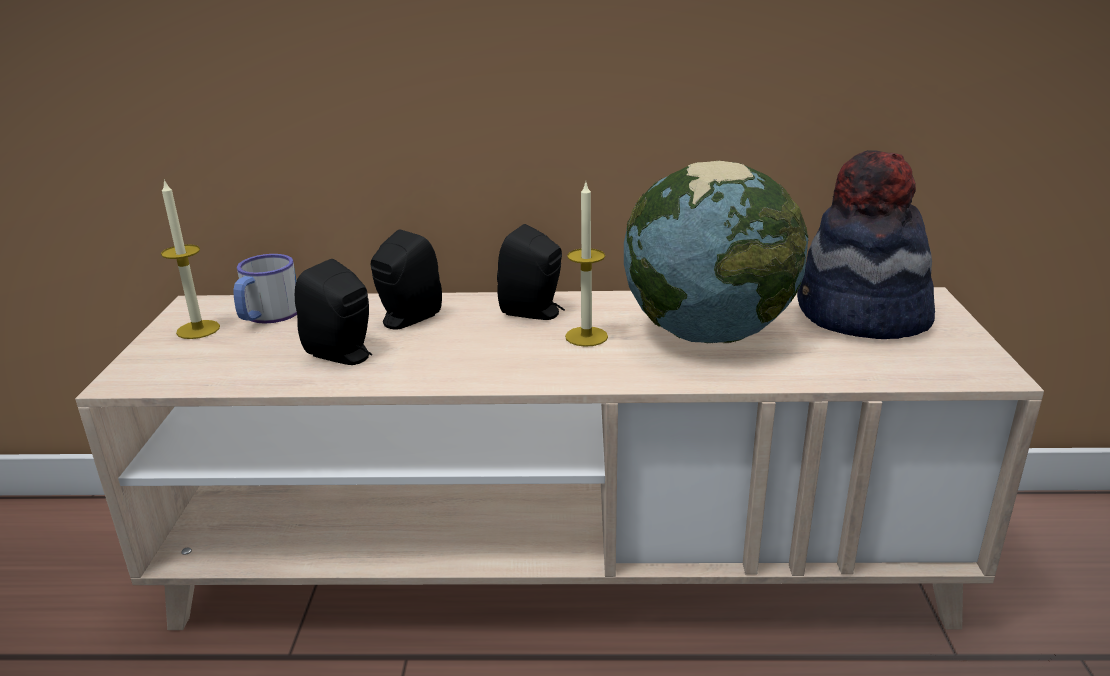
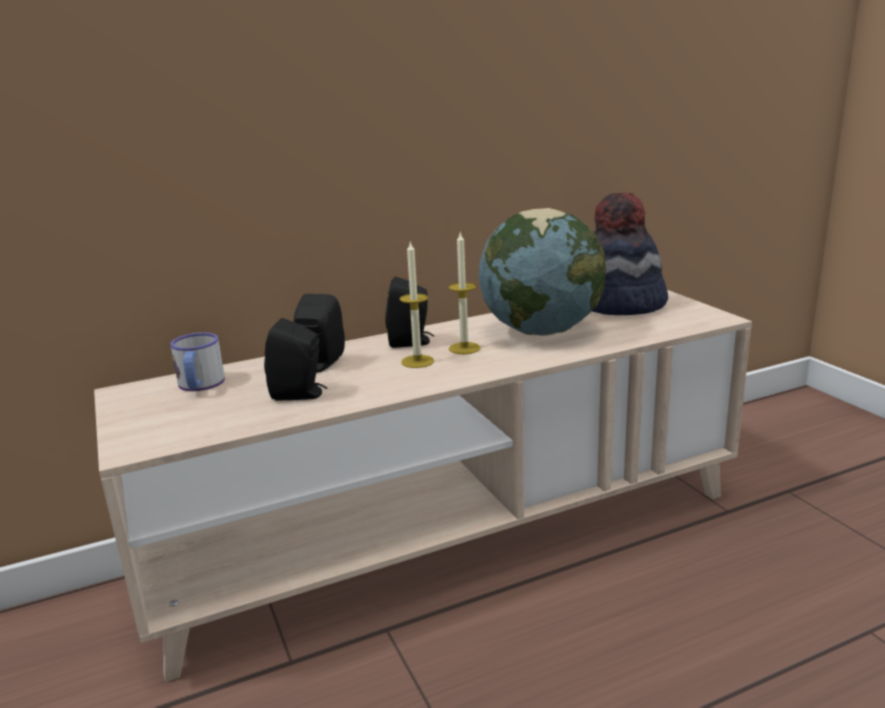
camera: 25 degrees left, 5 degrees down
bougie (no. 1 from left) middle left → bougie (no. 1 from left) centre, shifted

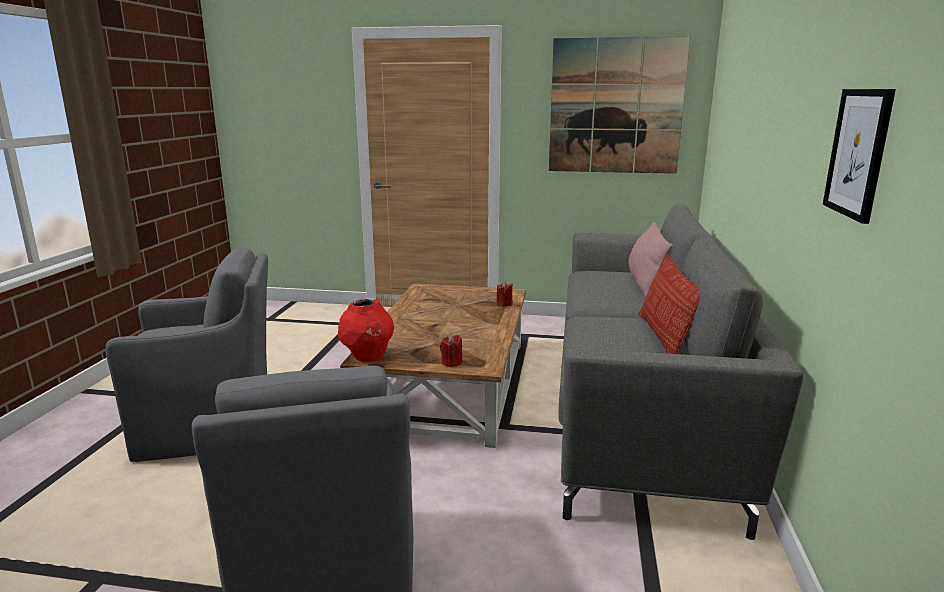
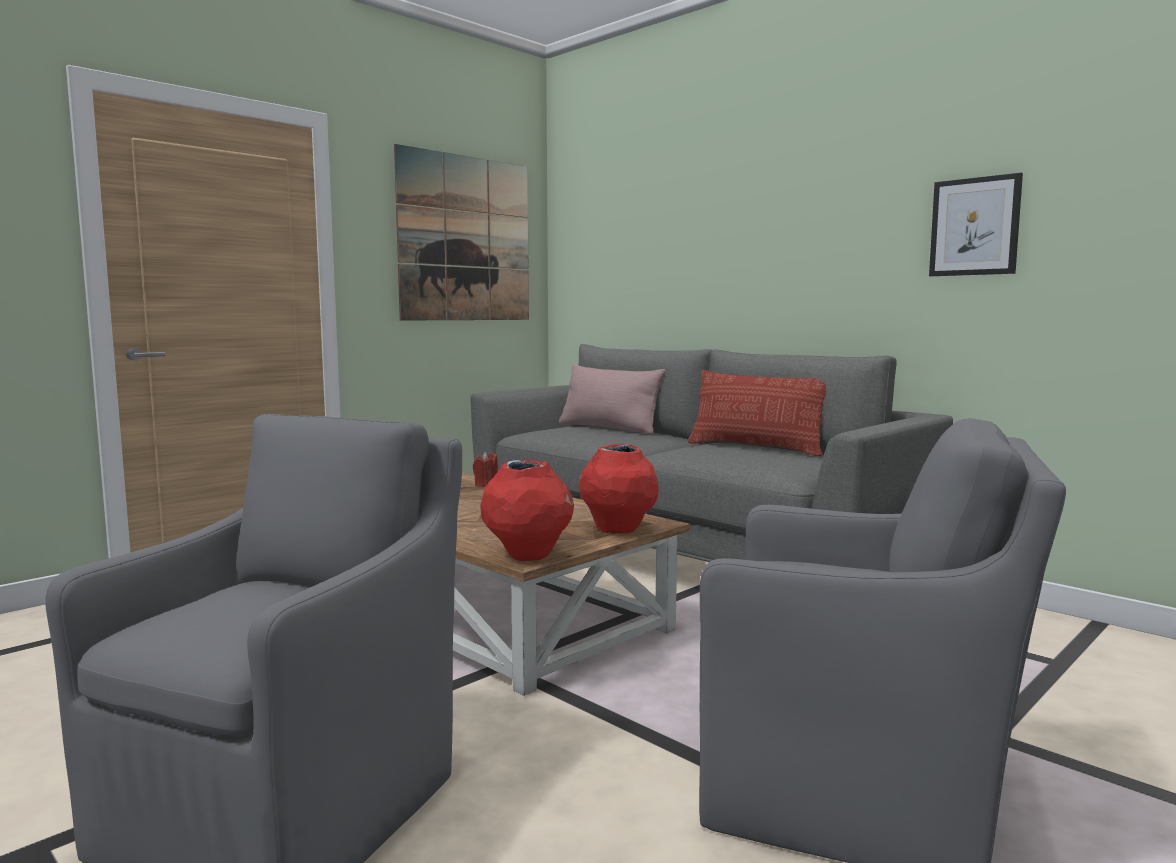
camera: 55 degrees left, 10 degrees down
bougie (rouge) (no. 1 from left) centre → vase (rouge) (no. 2 from left) centre

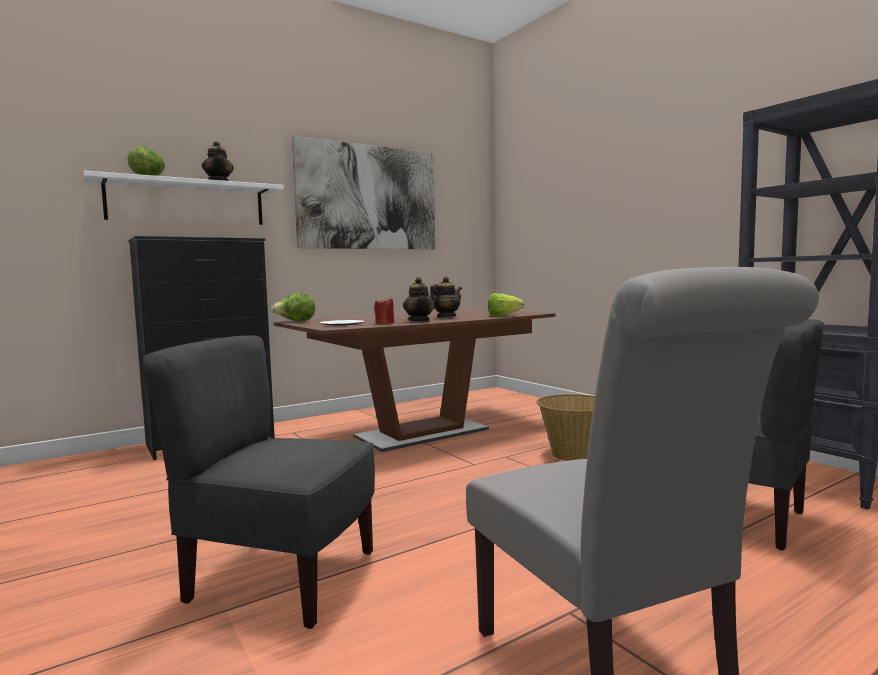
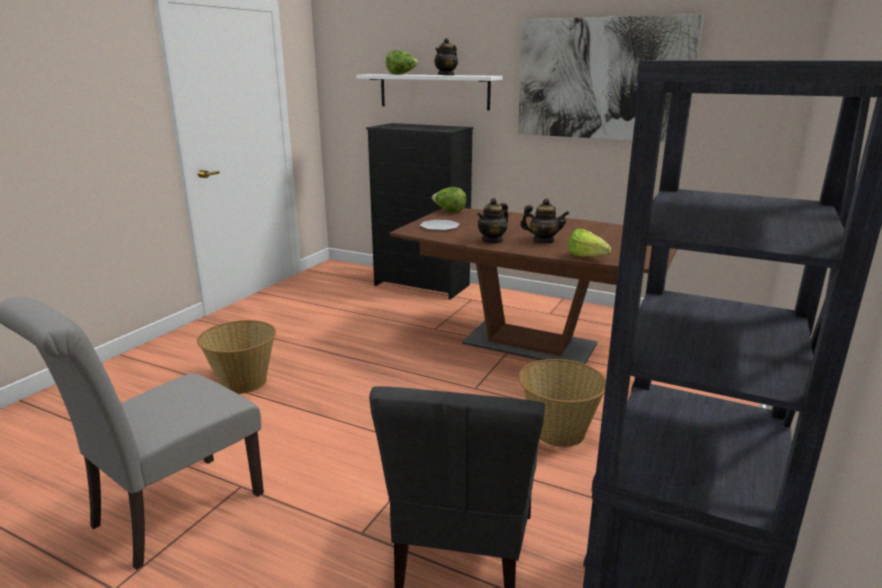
camera: 60 degrees right, 15 degrees up
bougie (rouge) centre → -
chaise (gris) (no. 1 from left) bottom left → panier (no. 1 from left) middle left

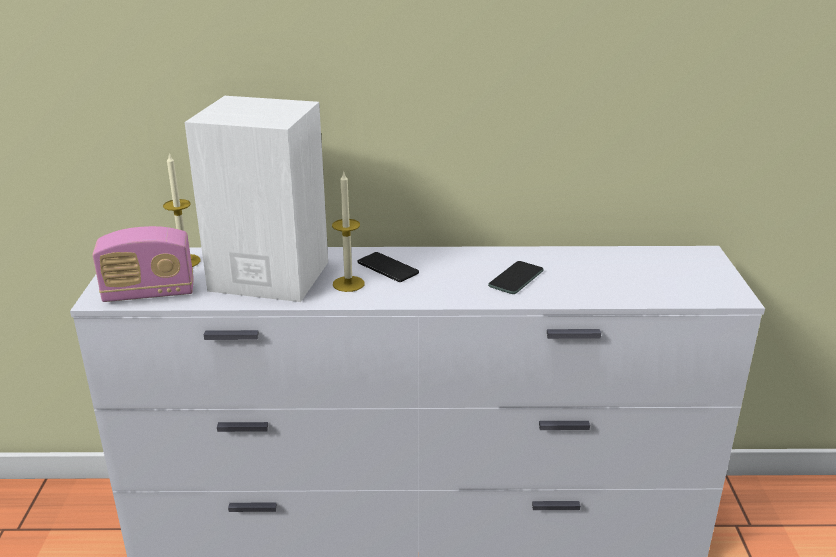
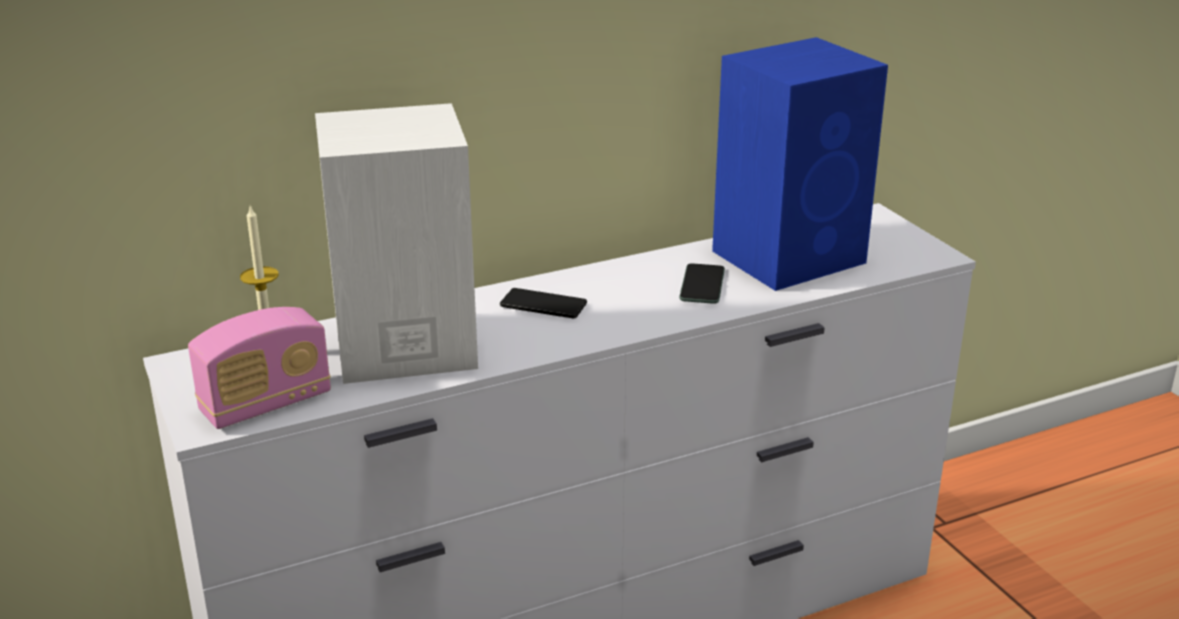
camera: 25 degrees left, 0 degrees up
bougie (no. 2 from left) centre → -
- → enceinte (bleu) top right

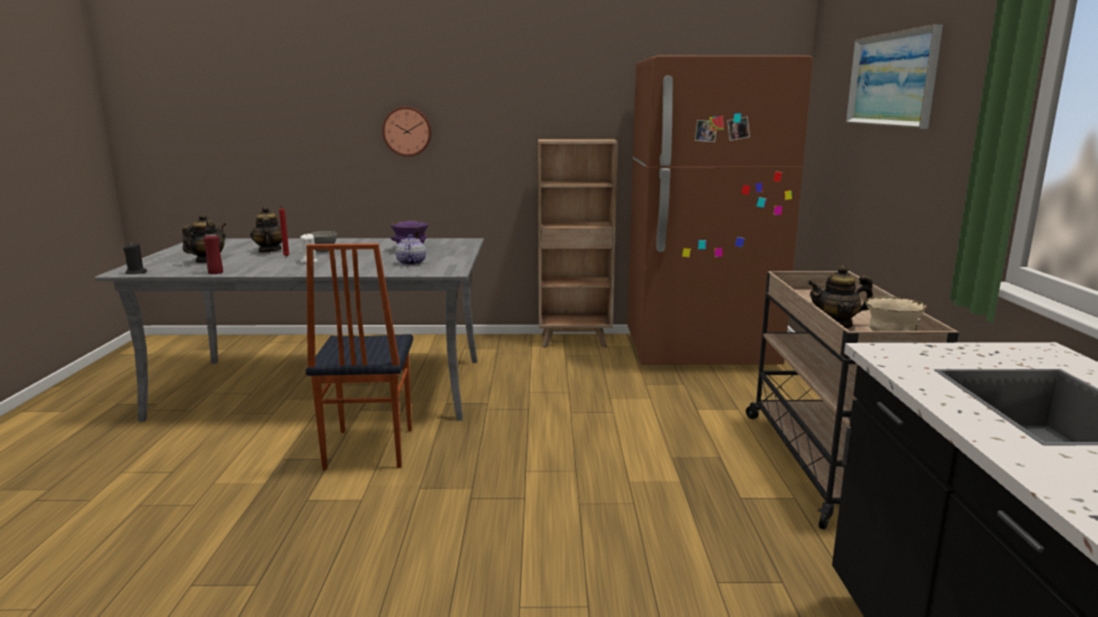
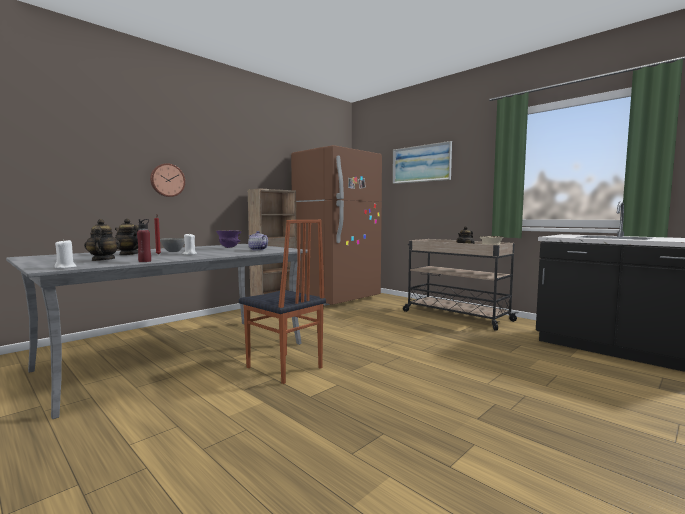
camera: 45 degrees left, 10 degrees down
bougie (noir) middle left → bougie (blanc) (no. 1 from left) middle left

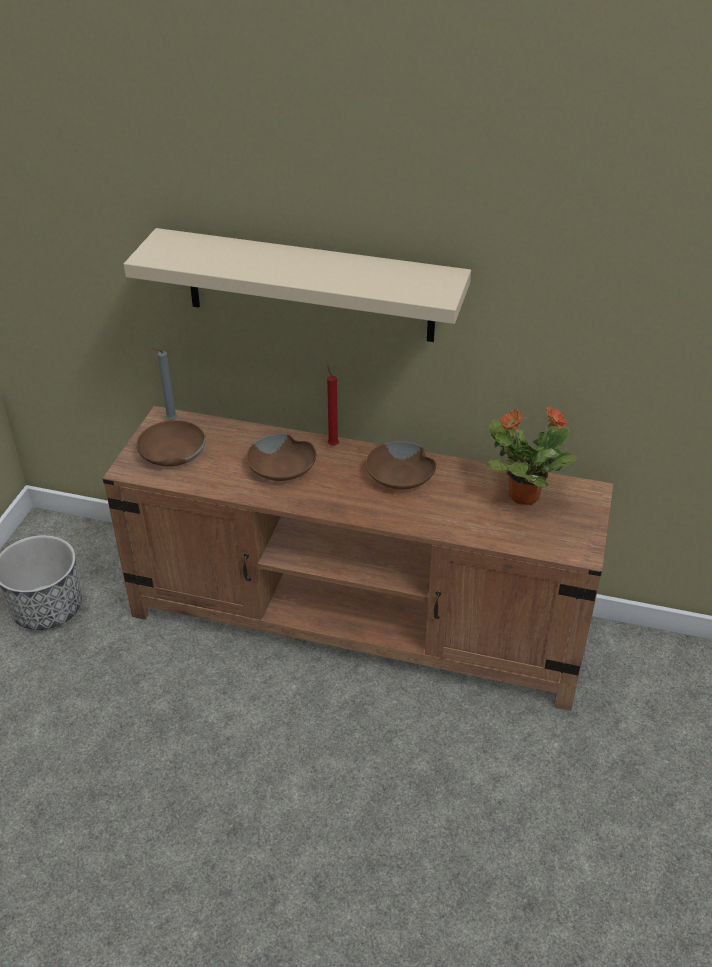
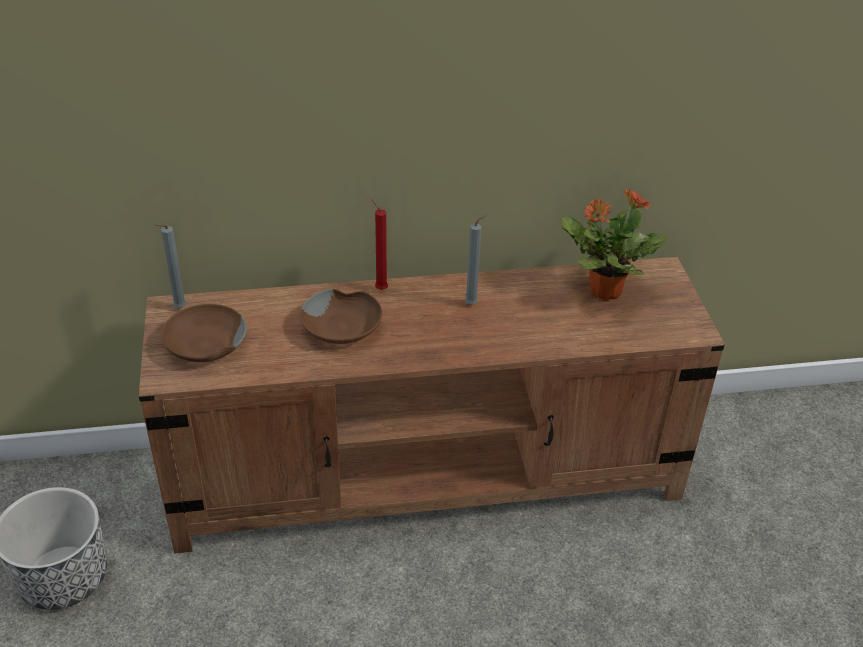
camera: 25 degrees left, 0 degrees up
étagère (beige) top centre → -
bol (marron) (no. 3 from left) centre → bougie (gris) (no. 2 from left) centre

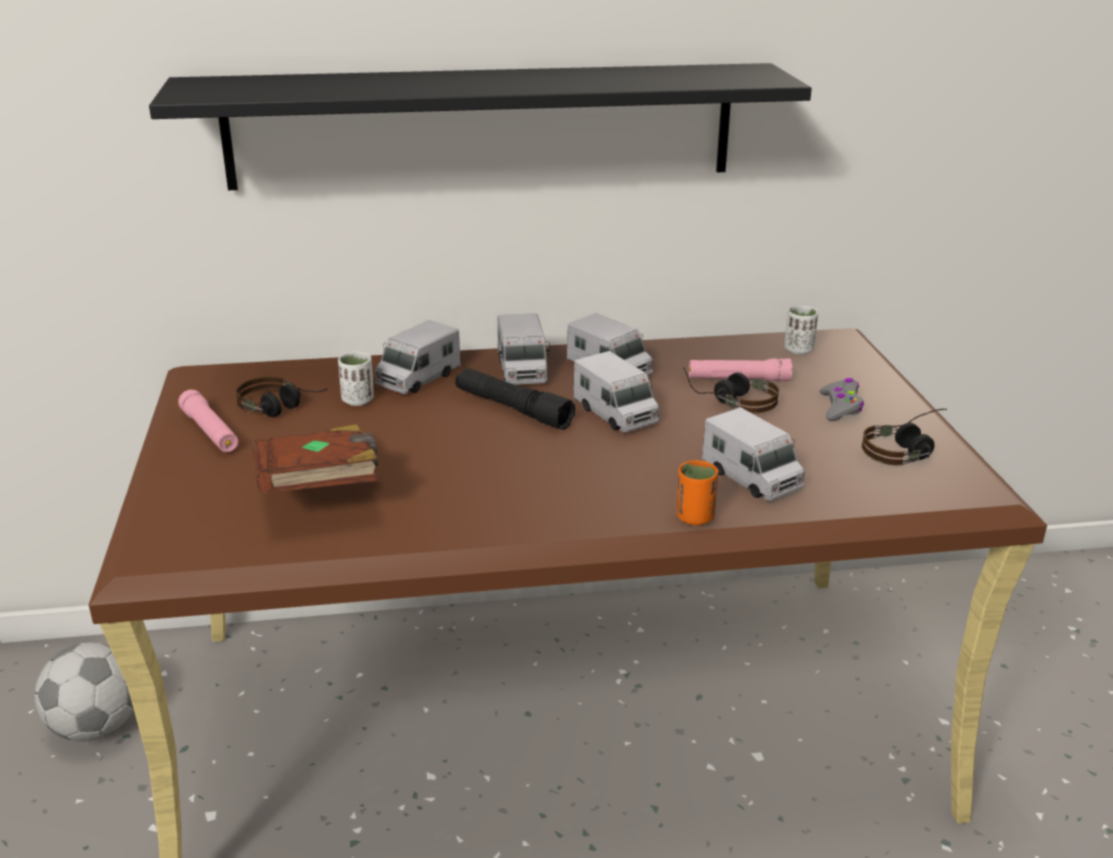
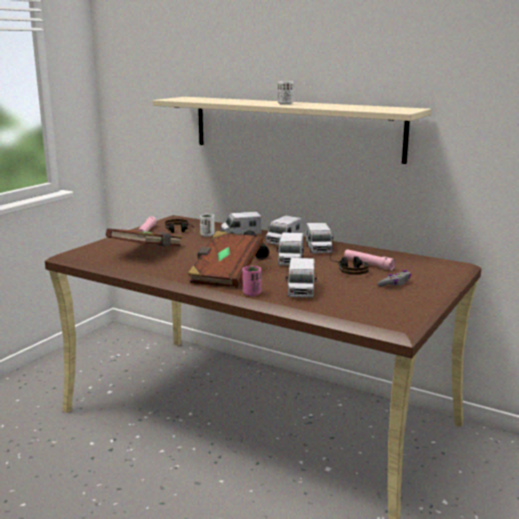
camera: 40 degrees right, 10 degrees down
ballon de foot bottom left → -
casque audio (no. 3 from left) middle right → -
- → livre (marron) (no. 2 from left) centre
tasse (blanc) (no. 2 from left) middle right → tasse (blanc) (no. 2 from left) top centre, shifted
étagère (noir) top centre → étagère (beige) top centre
tasse (orange) centre → tasse (rose) centre

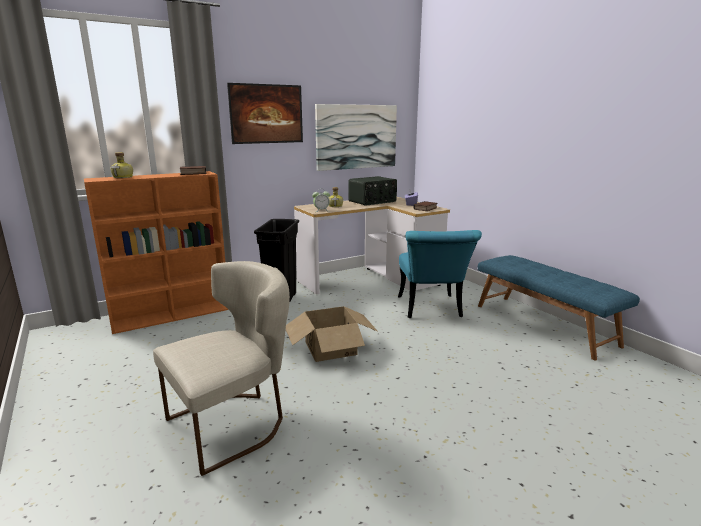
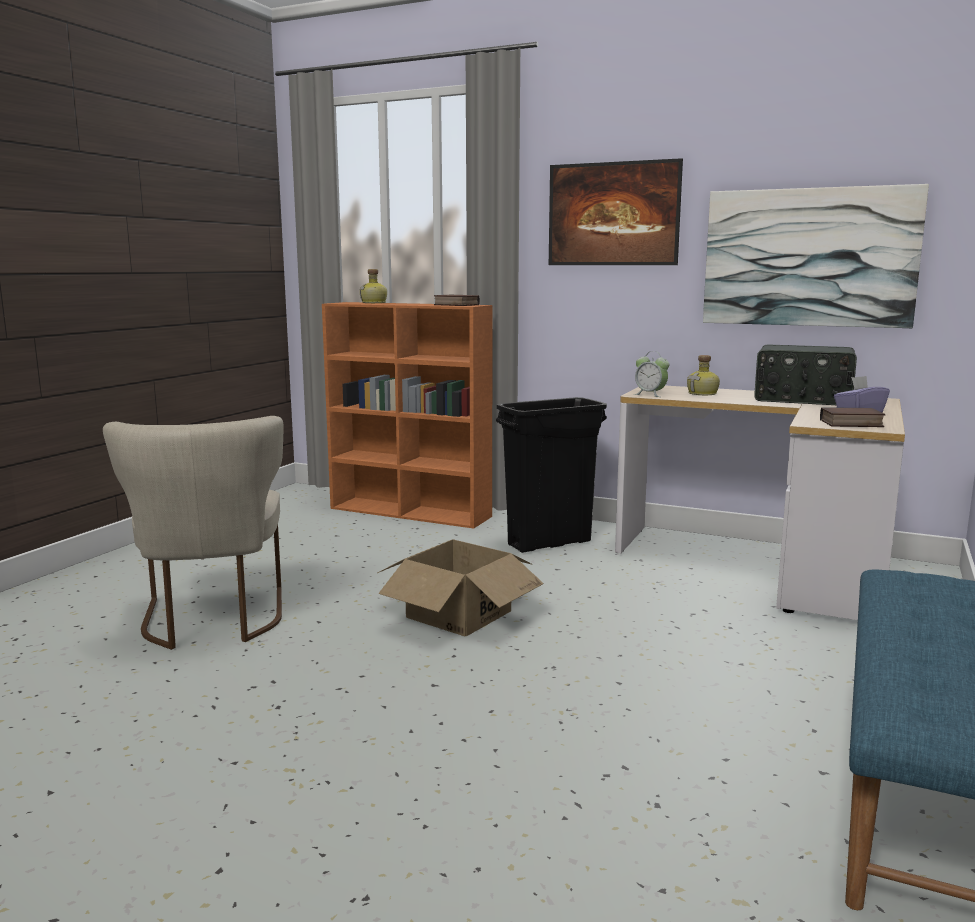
camera: 55 degrees right, 5 degrees down
chaise (turquoise) centre → -
chaise (beige) bottom left → chaise (beige) middle left, 60 degrees clockwise

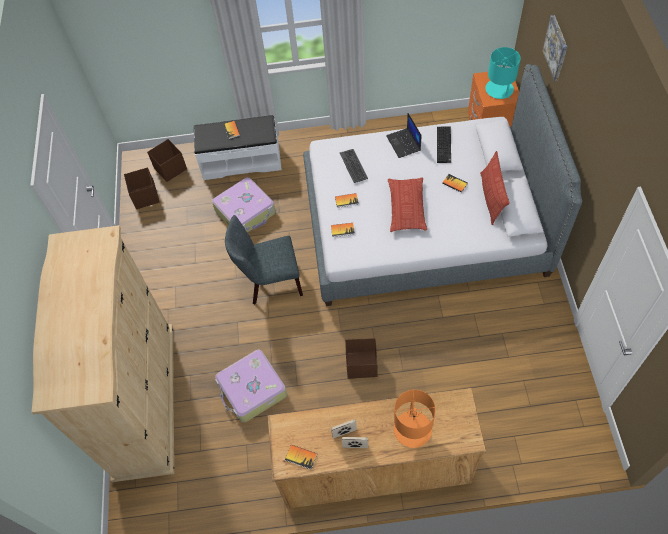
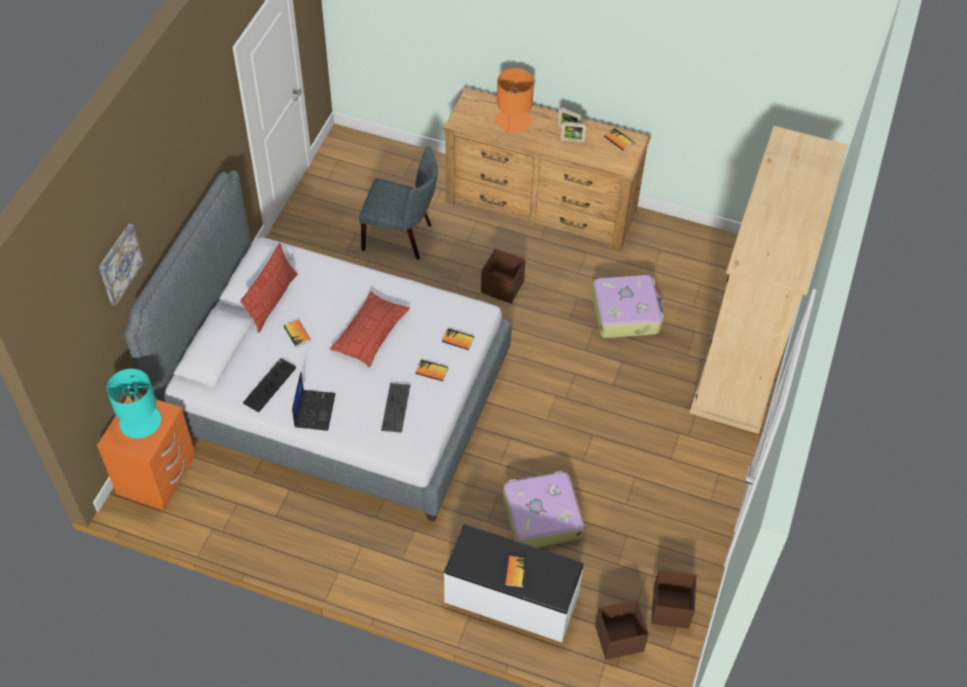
camera: 160 degrees left, 5 degrees down
chaise (gris) centre → chaise (gris) top centre, shifted

